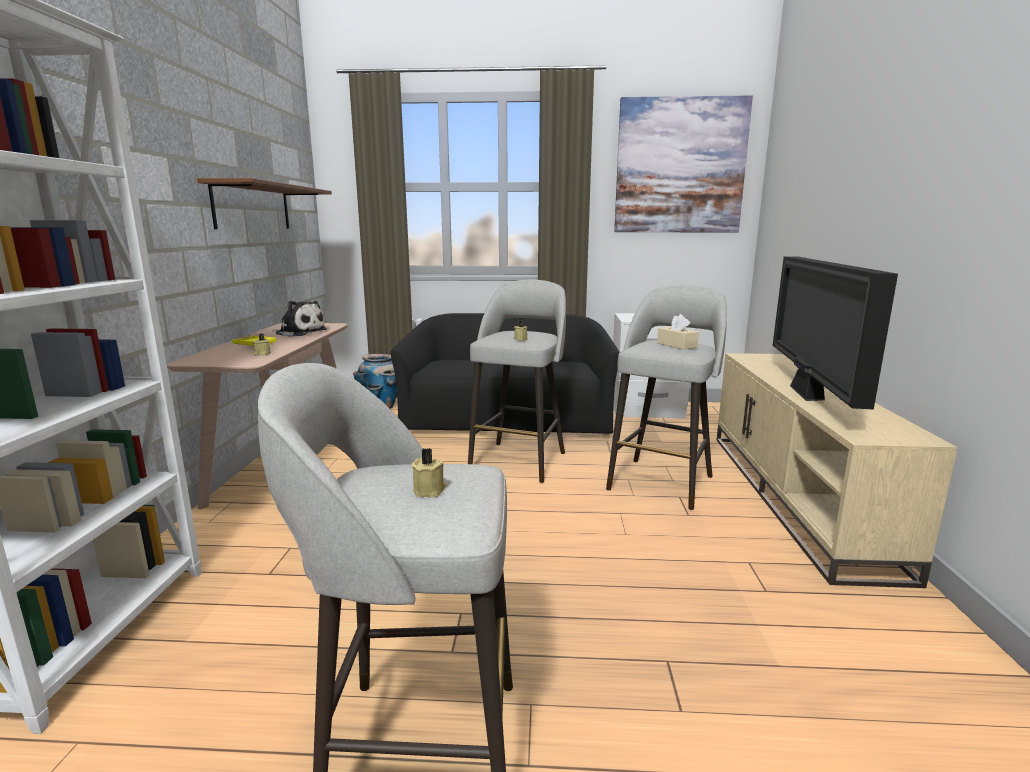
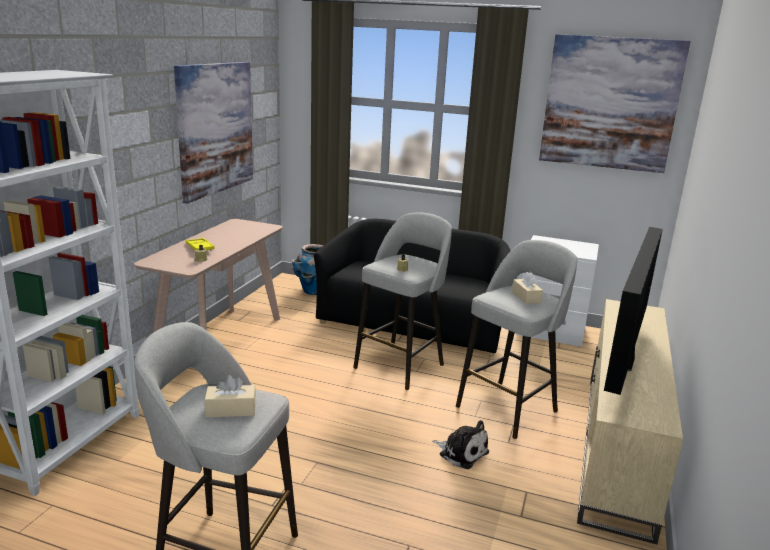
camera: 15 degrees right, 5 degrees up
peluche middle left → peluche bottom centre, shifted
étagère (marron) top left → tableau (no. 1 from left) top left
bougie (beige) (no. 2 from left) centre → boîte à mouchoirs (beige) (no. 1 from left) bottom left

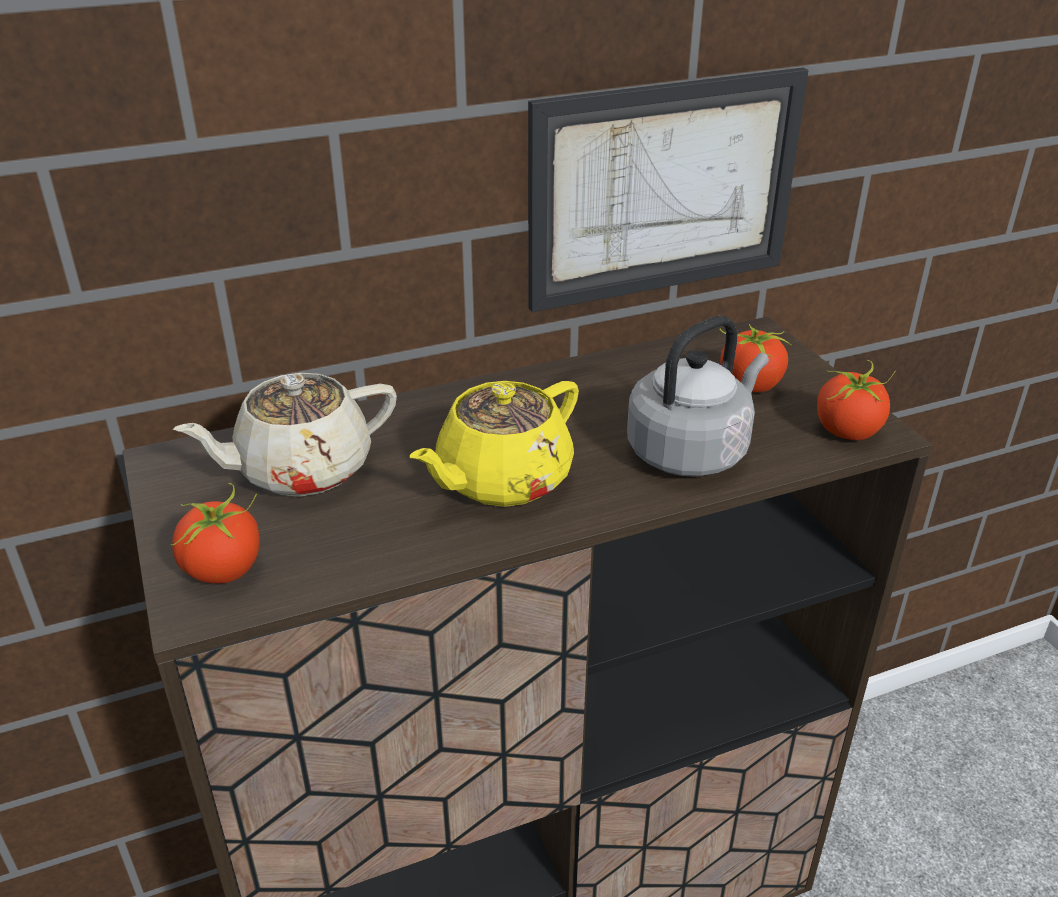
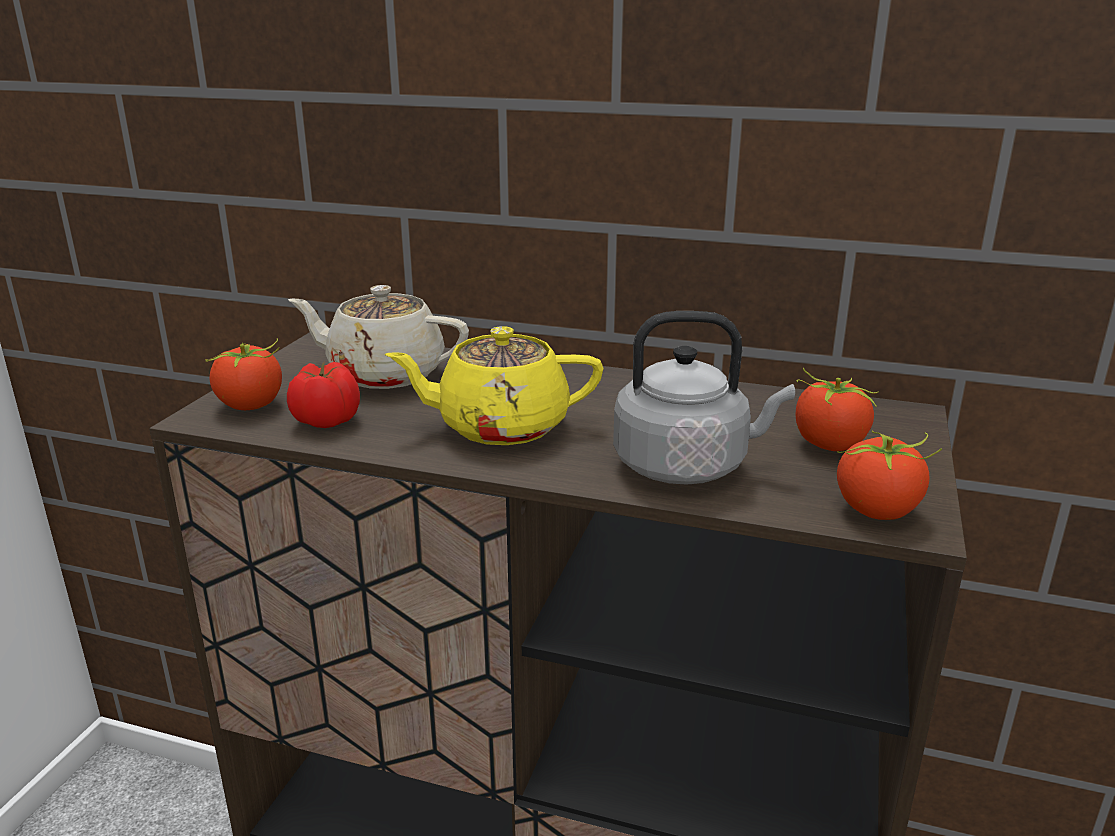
camera: 40 degrees right, 10 degrees down
tableau top centre → -
- → tomate (no. 2 from left) middle left

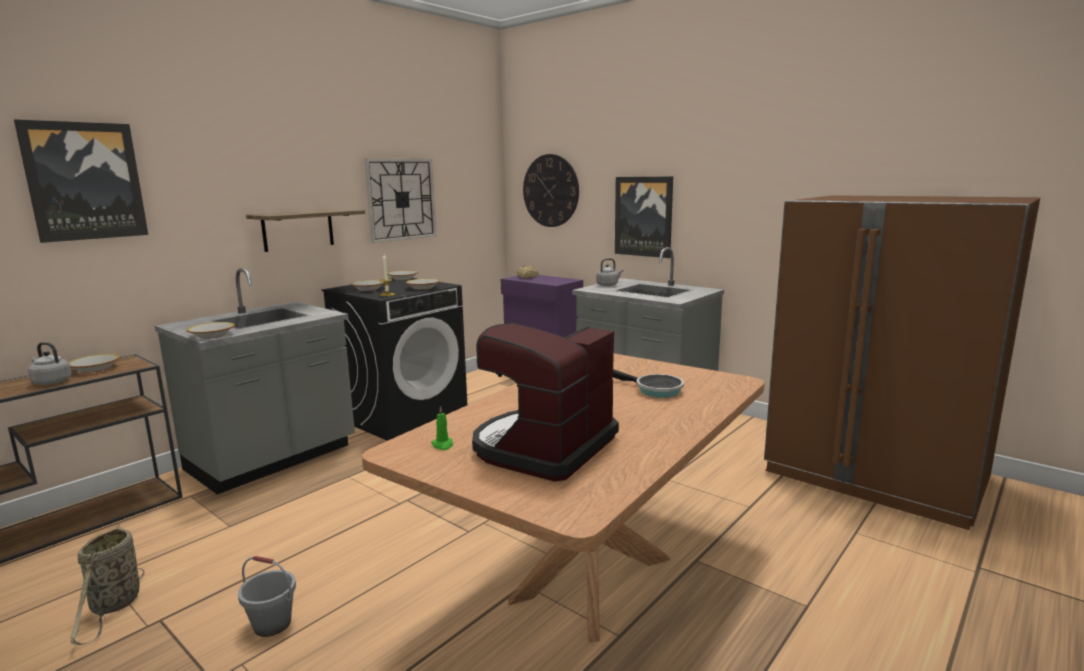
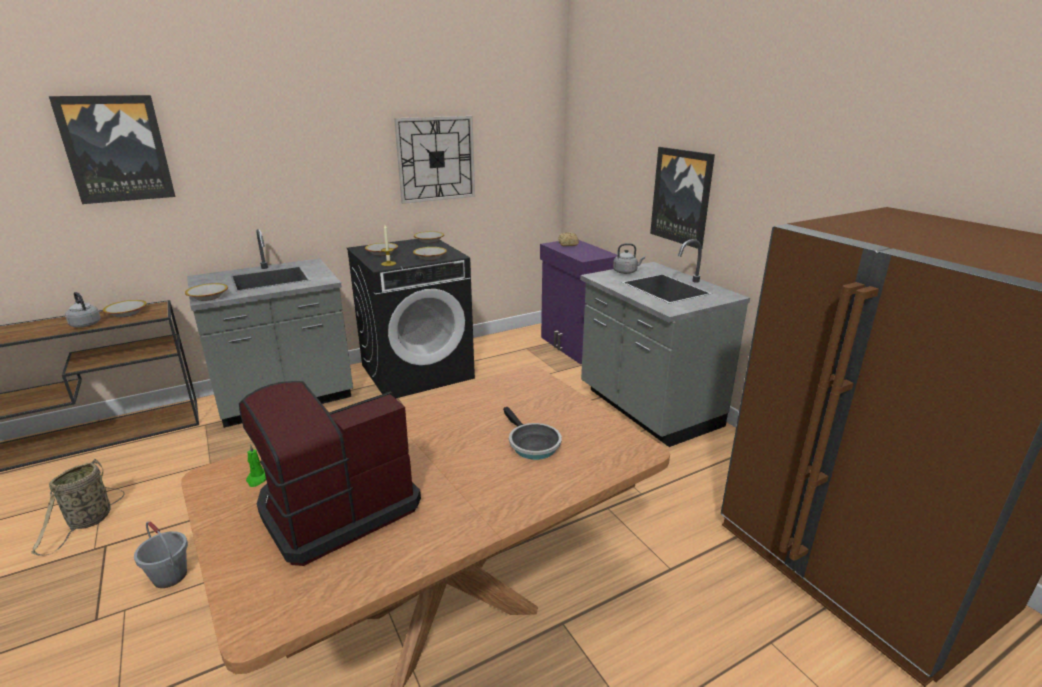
camera: 20 degrees right, 10 degrees up
étagère middle left → -
horloge murale (no. 2 from left) top centre → -

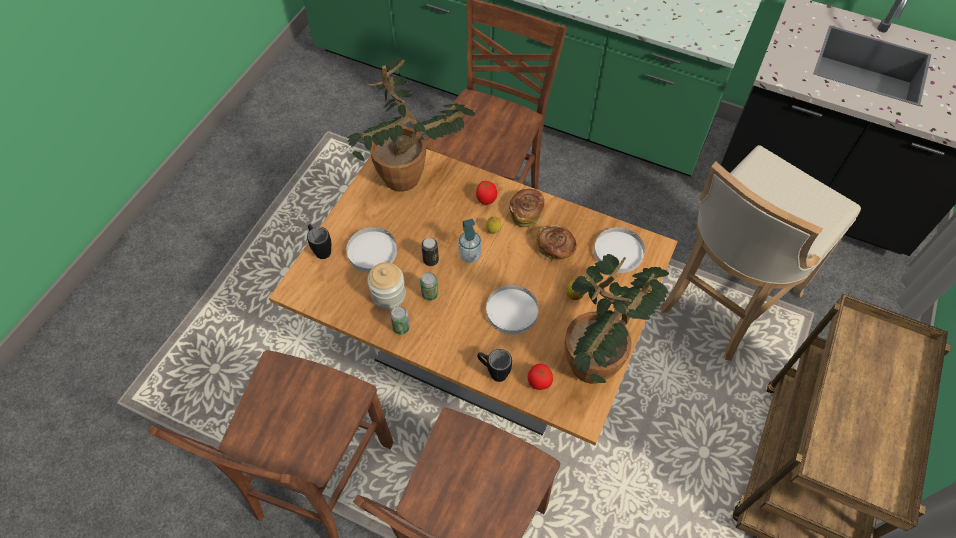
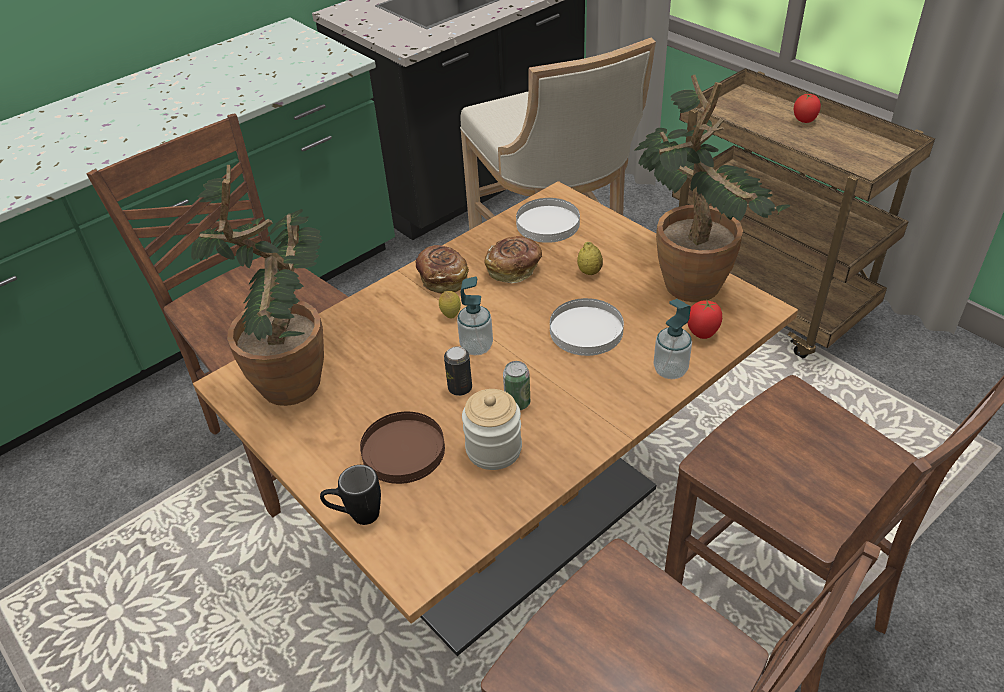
camera: 65 degrees left, 15 degrees down
boîte métallique (no. 1 from left) centre → -
tomate (no. 1 from left in the first image) centre → tomate (no. 2 from left) top right, shifted
mug (noir) (no. 2 from left) bottom centre → distributeur de savon (no. 2 from left) middle right
assiette (blanc) (no. 1 from left) centre → assiette (marron) centre

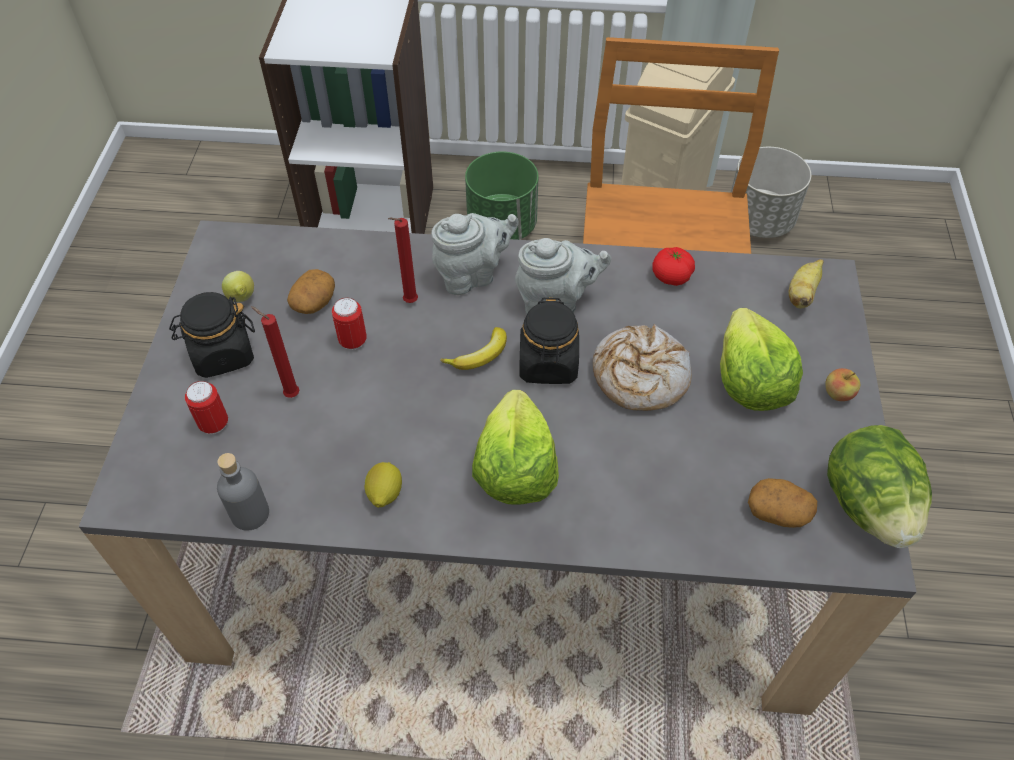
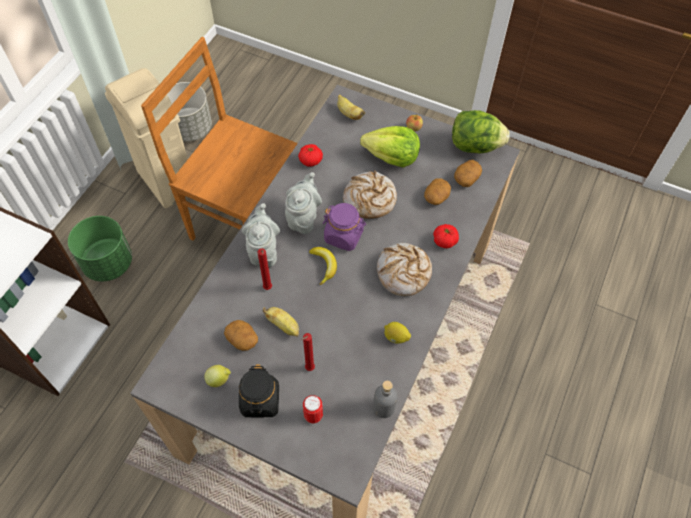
camera: 70 degrees left, 5 degrees up
- → pomme de terre (no. 2 from left) centre
- → tomate (no. 2 from left) centre
boîte métallique (no. 2 from left) centre → banane (no. 1 from left) centre
laitue (no. 1 from left) centre → pain (no. 2 from left) centre
bocal (noir) (no. 2 from left) centre → bocal (violet) centre

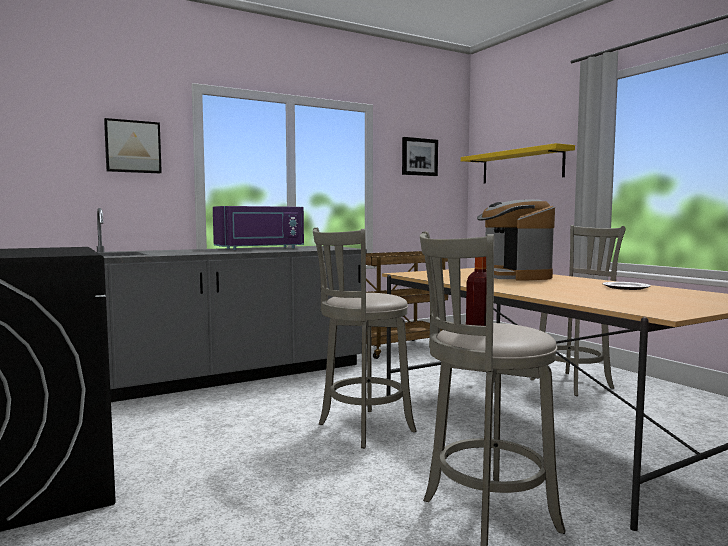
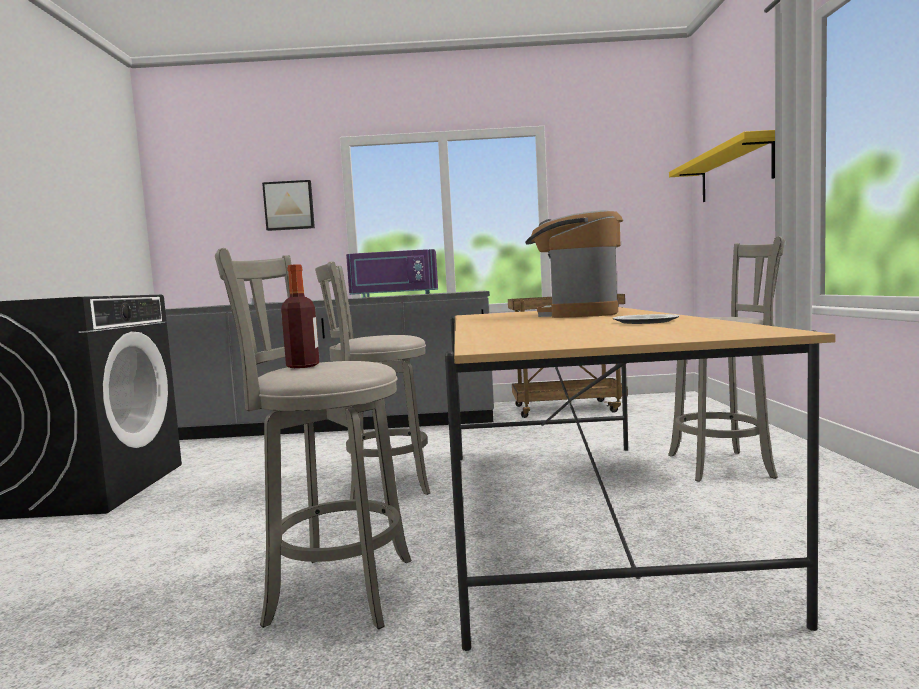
camera: 30 degrees right, 0 degrees up
tableau (no. 2 from left) top centre → -

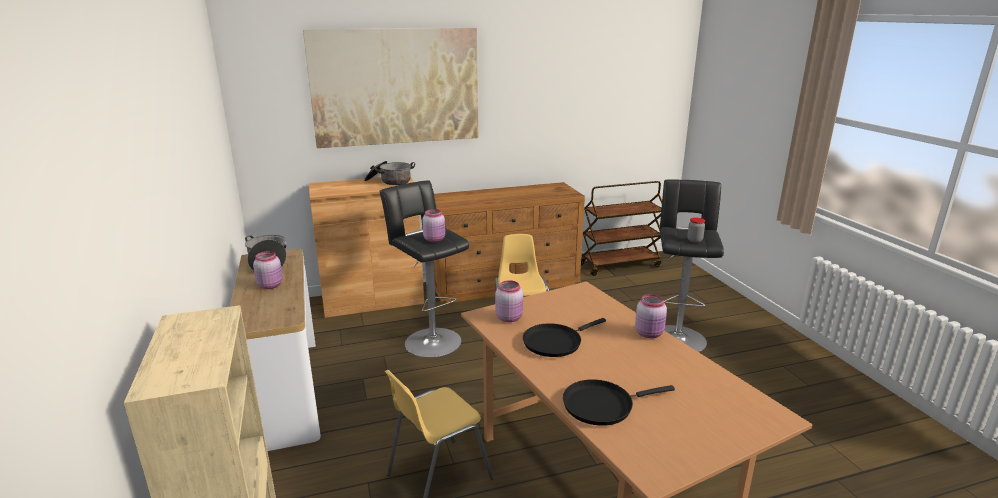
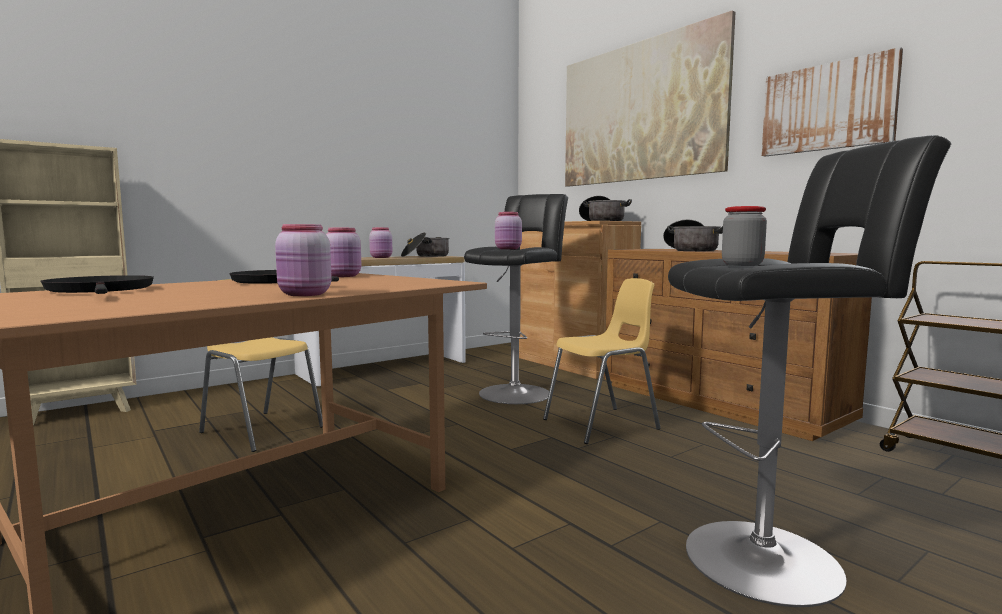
camera: 70 degrees right, 15 degrees down
- → marmite (no. 3 from left) middle right
- → tableau (no. 2 from left) top right

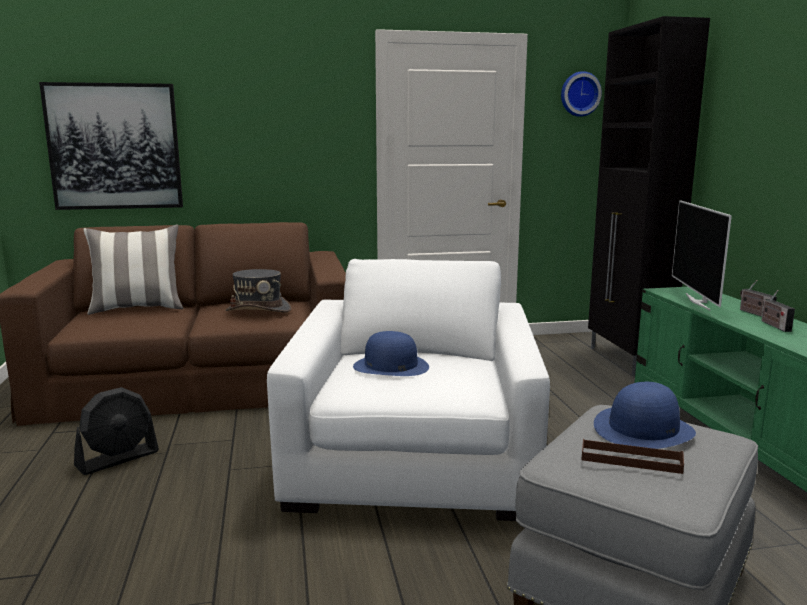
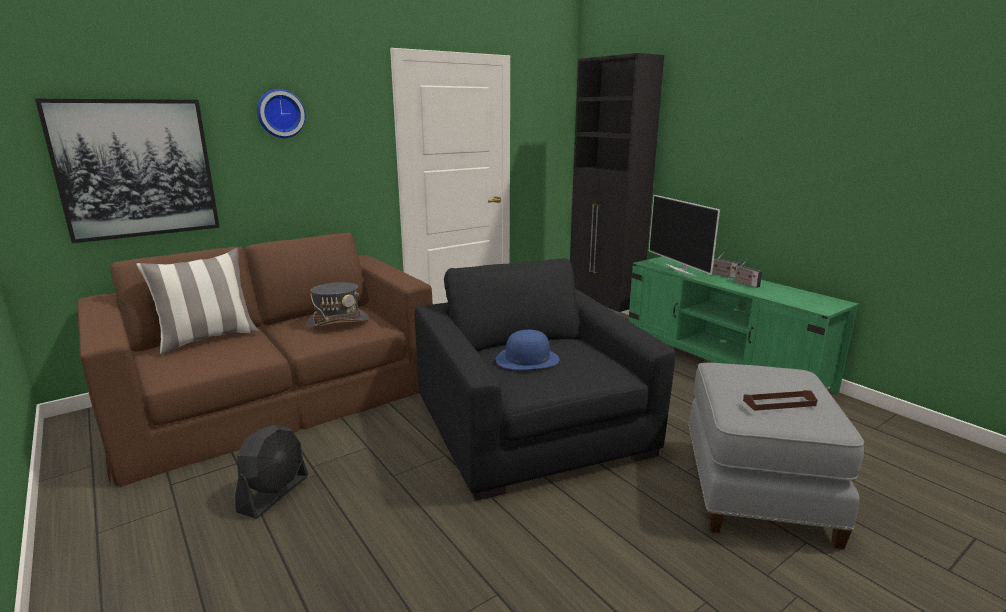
camera: 25 degrees left, 5 degrees up
chapeau (bleu) (no. 2 from left) bottom right → -
horloge murale top right → horloge murale top left, shifted
fauteuil (blanc) centre → fauteuil (noir) centre

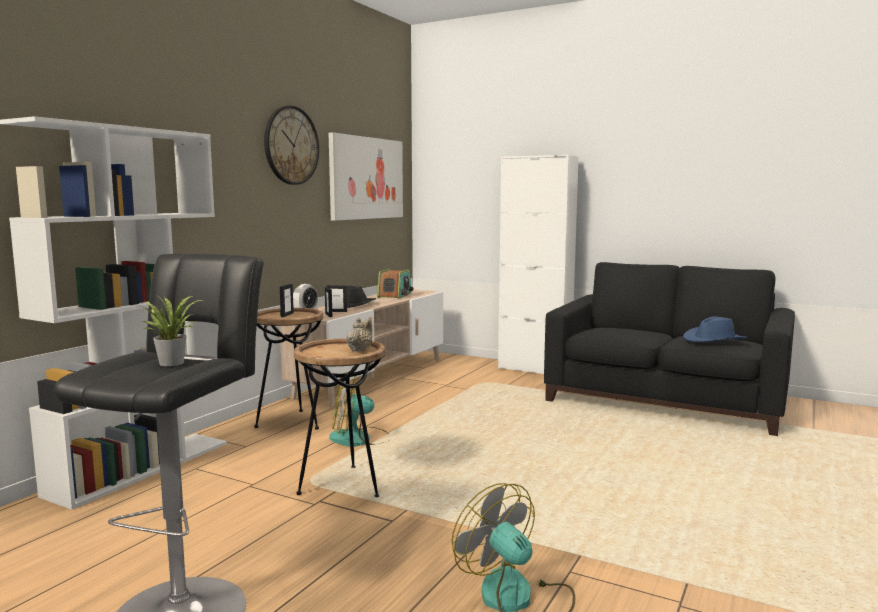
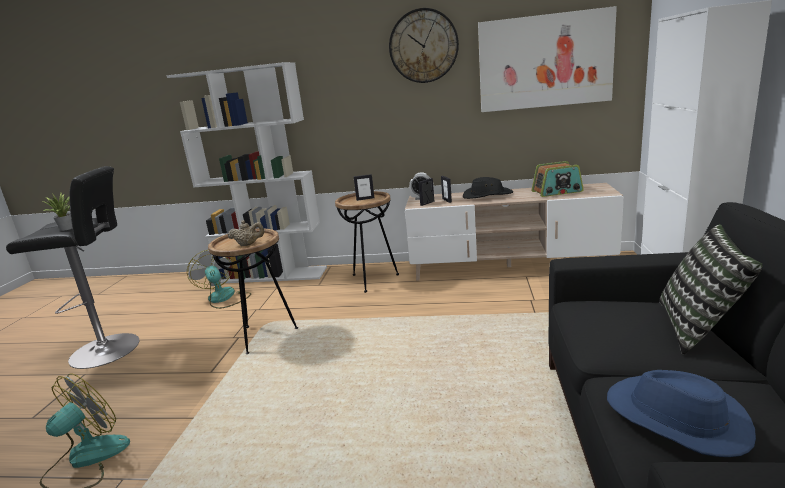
camera: 70 degrees right, 10 degrees up
- → coussin middle right
ventilateur (no. 1 from left in the first image) bottom centre → ventilateur (no. 2 from left) middle left, shifted

